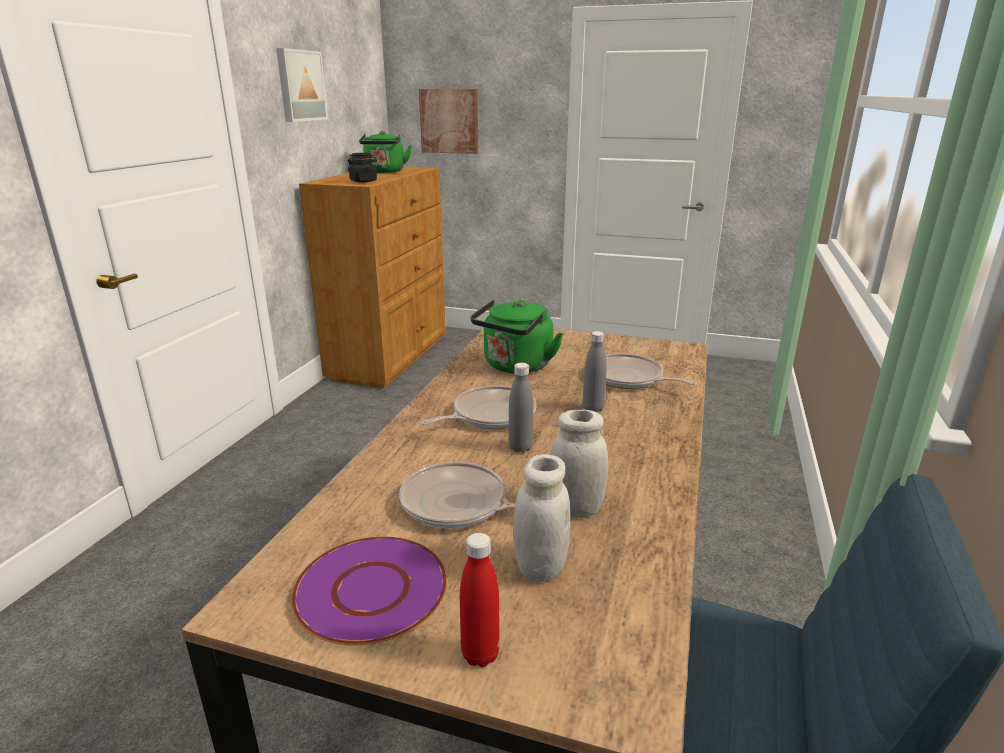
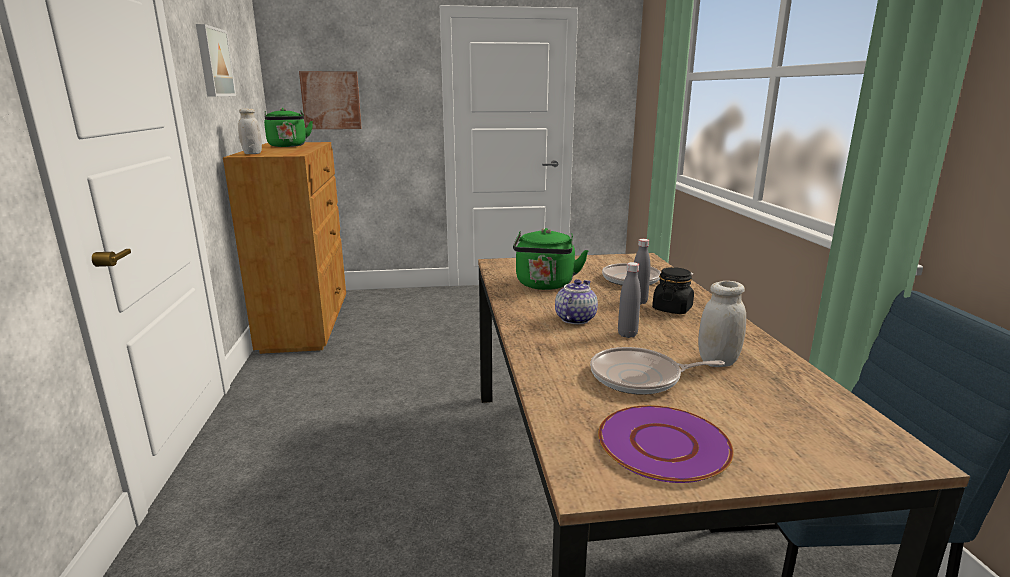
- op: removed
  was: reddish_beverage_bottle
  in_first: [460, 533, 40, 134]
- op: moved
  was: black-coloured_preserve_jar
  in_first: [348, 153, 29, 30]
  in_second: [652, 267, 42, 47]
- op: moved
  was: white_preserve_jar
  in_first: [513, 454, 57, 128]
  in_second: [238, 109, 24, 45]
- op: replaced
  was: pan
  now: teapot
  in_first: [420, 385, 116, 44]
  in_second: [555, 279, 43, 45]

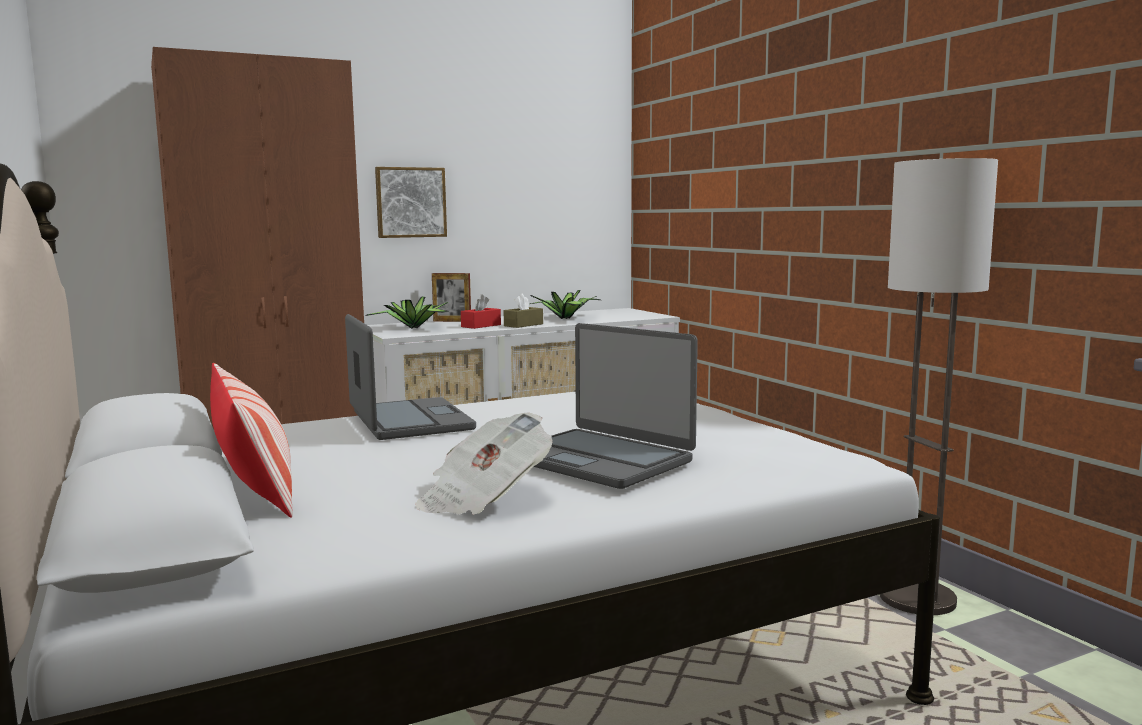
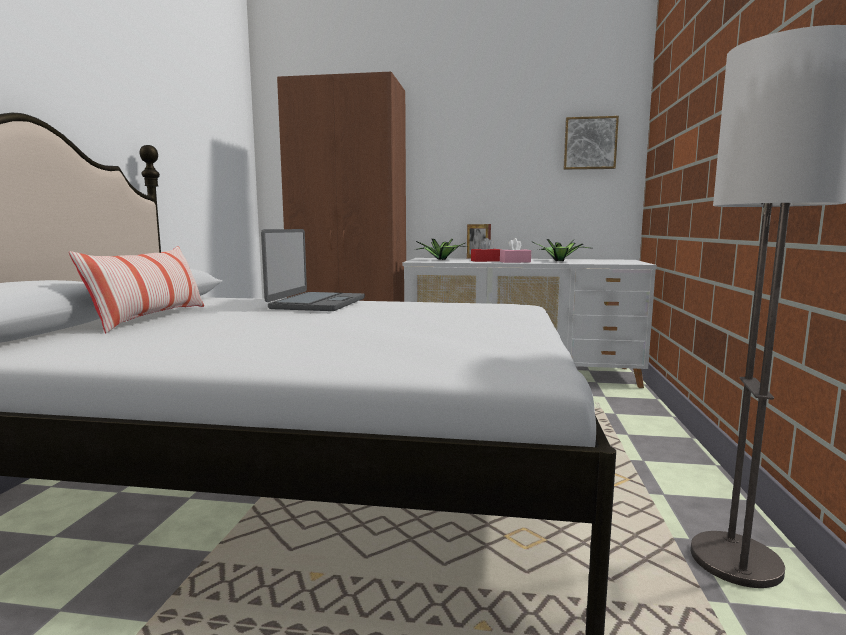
- op: removed
  was: newspaper
  in_first: [415, 413, 137, 102]
- op: removed
  was: portable_computer
  in_first: [534, 323, 164, 166]
- op: moved
  was: wall_picture
  in_first: [375, 167, 72, 71]
  in_second: [563, 116, 56, 54]
- op: recoloured
  was: brown-coloured_tissue_holder
  now: pinkish_tissue_holder
  in_first: [504, 294, 39, 34]
  in_second: [500, 238, 31, 25]

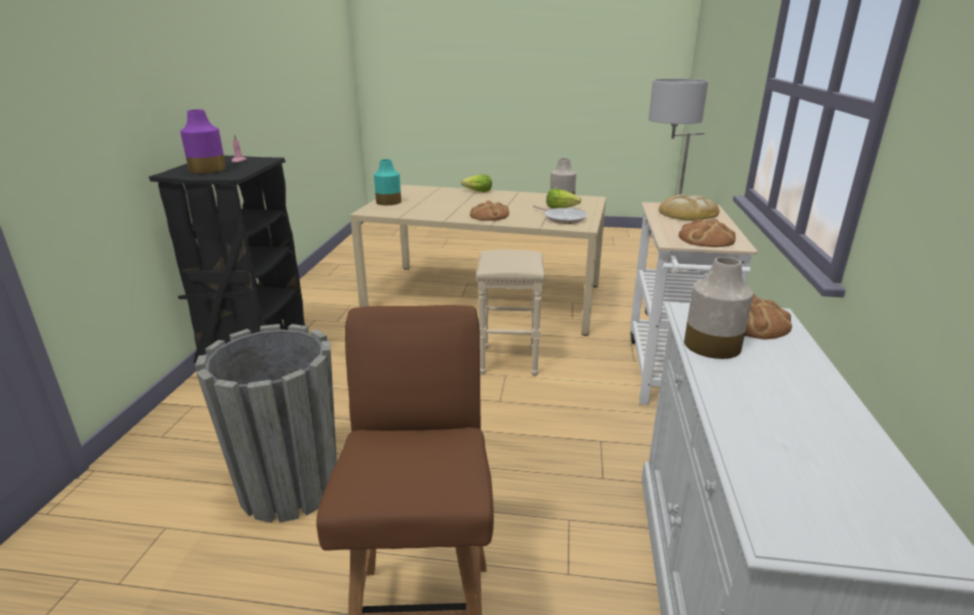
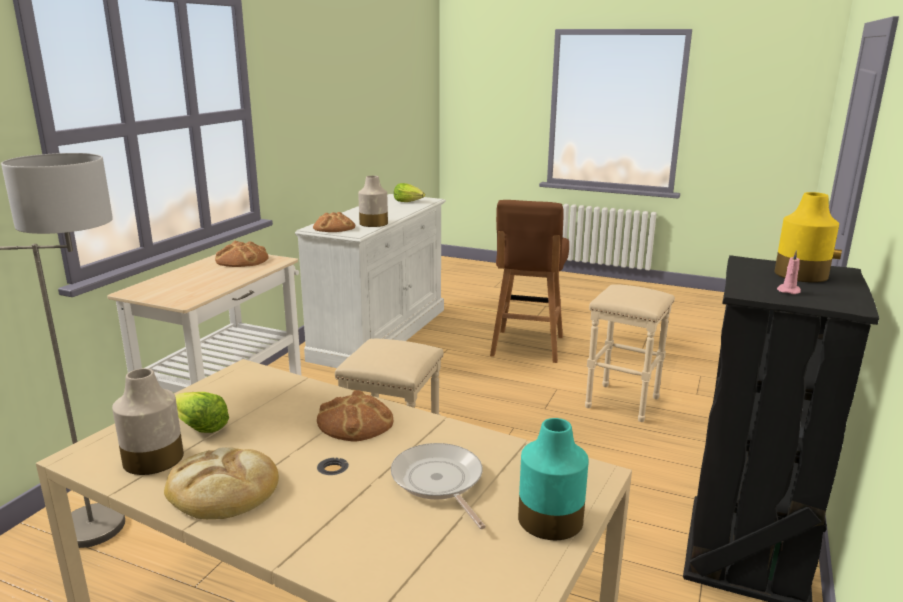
- op: moved
  was: lettuce
  in_first: [461, 174, 31, 18]
  in_second: [394, 183, 31, 19]
- op: moved
  was: pan
  in_first: [533, 206, 54, 18]
  in_second: [391, 443, 95, 86]
- op: moved
  was: baked_bread
  in_first: [659, 194, 60, 27]
  in_second: [164, 447, 115, 72]
- op: replaced
  was: greyish_plant_pot
  now: beige-coloured_stool_seat
  in_first: [195, 324, 142, 199]
  in_second: [585, 284, 90, 138]
- op: recoloured
  was: purple-coloured_vase
  now: yellow_vase
  in_first: [180, 109, 46, 65]
  in_second: [774, 192, 65, 91]

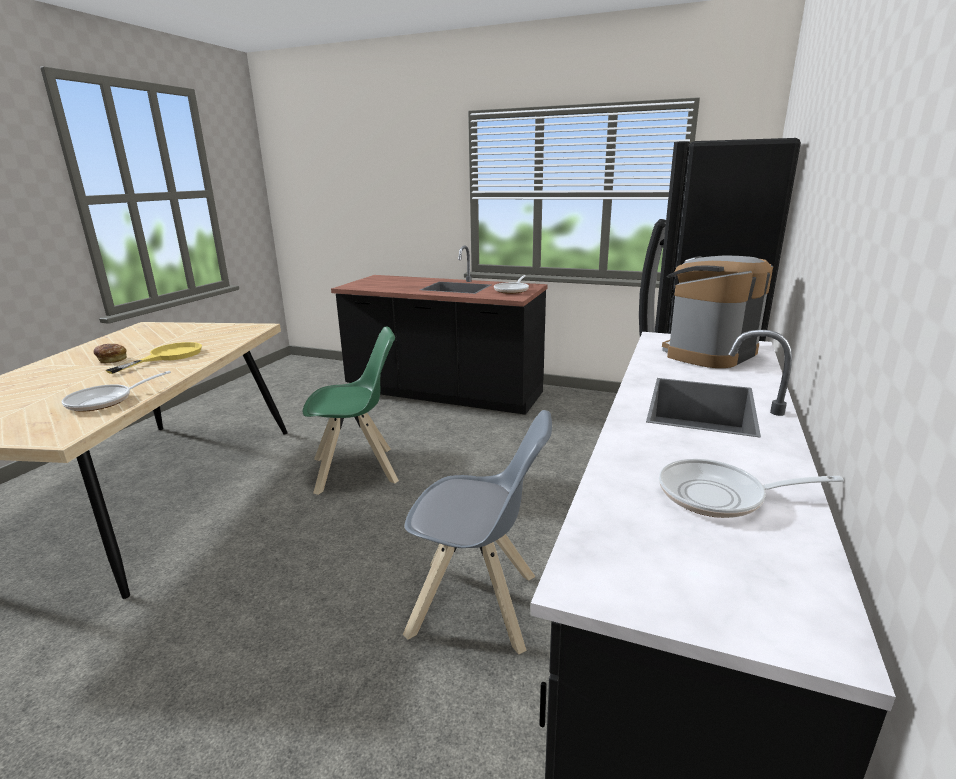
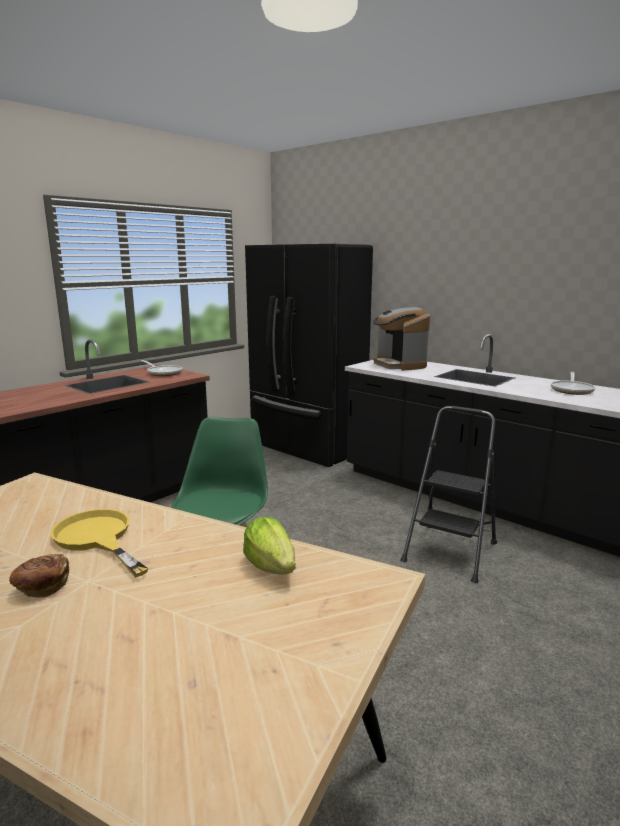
- op: replaced
  was: pan
  now: lettuce
  in_first: [62, 371, 109, 41]
  in_second: [243, 517, 52, 58]
- op: replaced
  was: greyish_chair
  now: black-coloured_step_ladder
  in_first: [403, 410, 149, 244]
  in_second: [400, 406, 97, 177]

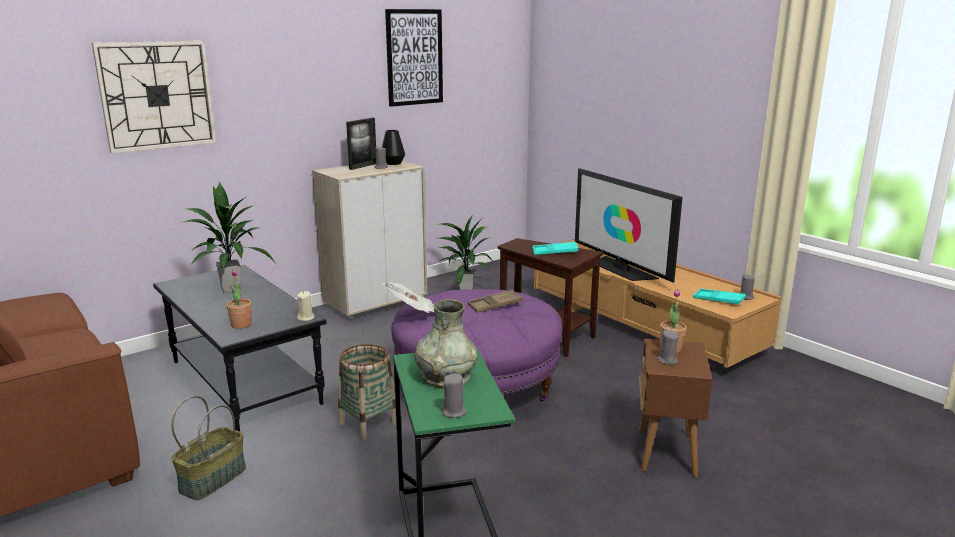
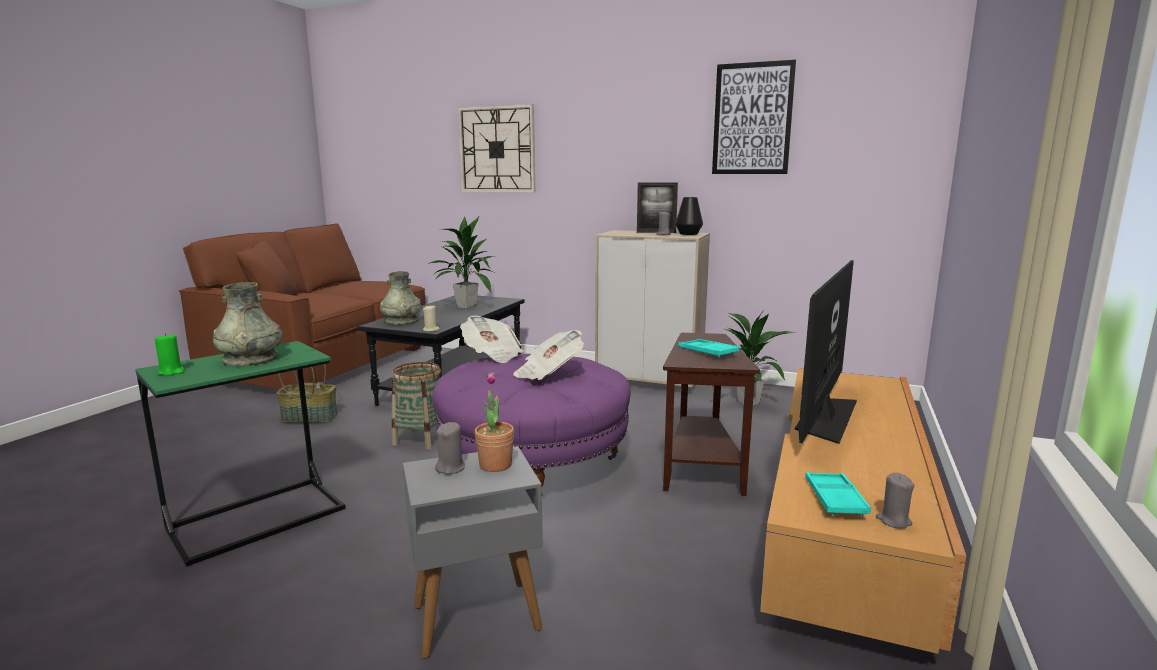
- op: replaced
  was: houseplant
  now: greyish_vase
  in_first: [227, 269, 24, 60]
  in_second: [380, 271, 42, 54]
- op: replaced
  was: brown-coloured_serving_tray
  now: newspaper
  in_first: [468, 290, 54, 22]
  in_second: [513, 330, 71, 50]
- op: recoloured
  was: greyish_candle
  now: greenish_candle
  in_first: [441, 374, 26, 44]
  in_second: [155, 333, 30, 43]
- op: recoloured
  was: brown-coloured_side_table
  now: greyish_side_table
  in_first: [639, 339, 73, 139]
  in_second: [403, 446, 140, 213]

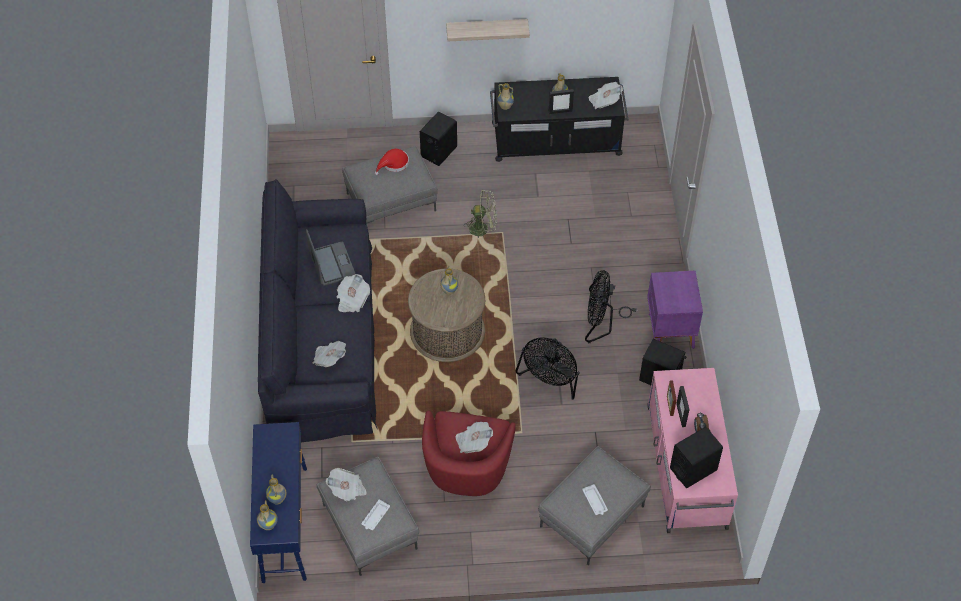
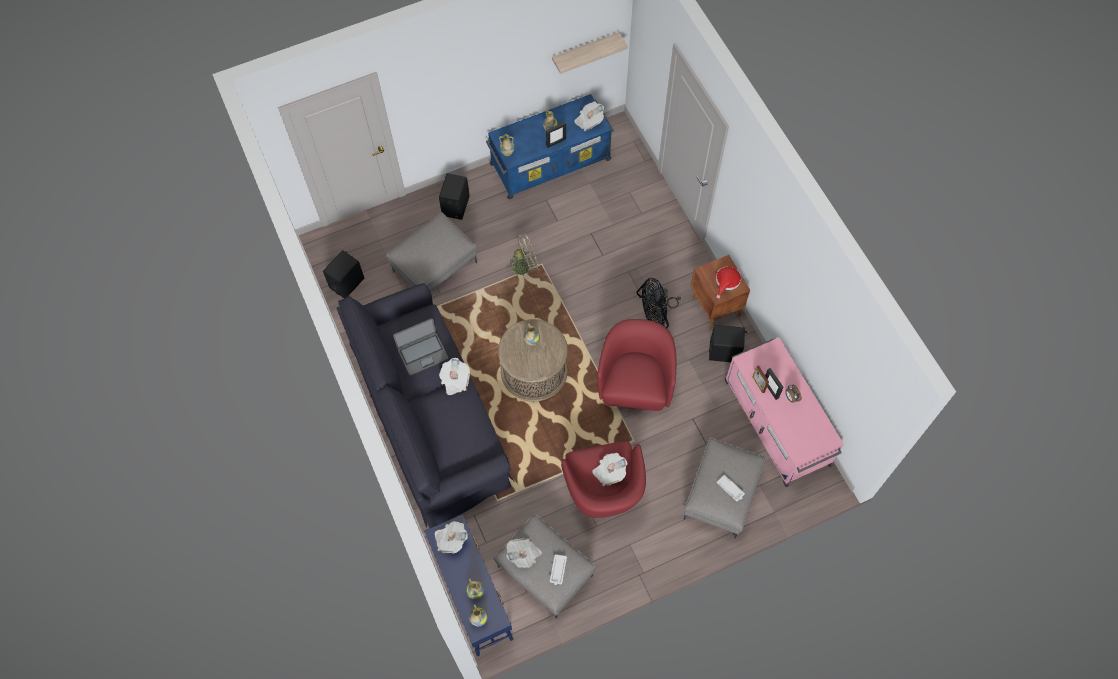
- op: moved
  was: newspaper
  in_first: [312, 341, 34, 26]
  in_second: [435, 521, 33, 33]
- op: moved
  was: reddish_hat
  in_first: [375, 149, 34, 26]
  in_second: [716, 266, 25, 32]
- op: moved
  was: bracket_shelf
  in_first: [446, 19, 84, 22]
  in_second: [552, 32, 76, 42]
- op: moved
  was: black-coloured_audio_speaker
  in_first: [670, 427, 53, 61]
  in_second: [323, 250, 42, 48]
- op: replaced
  was: black-coloured_fan
  now: reddish_lounge_chair
  in_first: [516, 338, 64, 62]
  in_second: [597, 319, 79, 92]
- op: recoloured
  was: black-coloured_cupboard
  now: bluish_cupboard
  in_first: [490, 77, 138, 85]
  in_second: [486, 94, 128, 105]
- op: recoloured
  was: purple-coloured_bedside_table
  now: brown-coloured_bedside_table
  in_first: [647, 271, 56, 78]
  in_second: [691, 255, 59, 74]
- op: turned
  was: portable_computer
  in_first: [306, 229, 49, 57]
  in_second: [393, 318, 55, 57]
  clockwise: 105

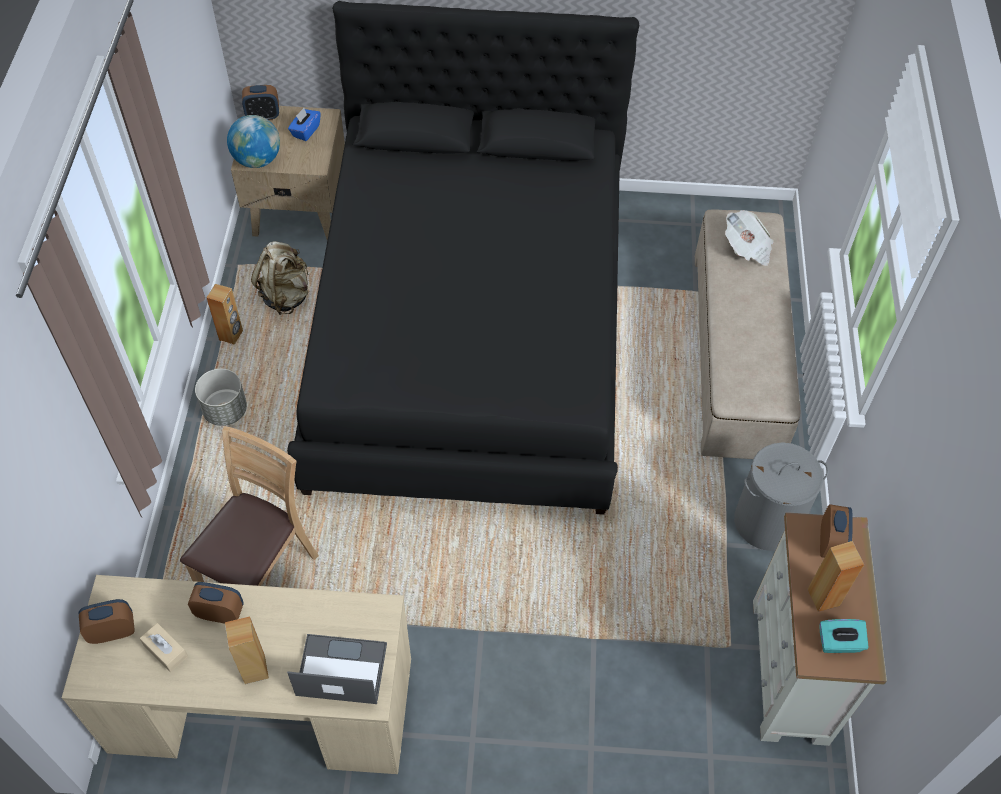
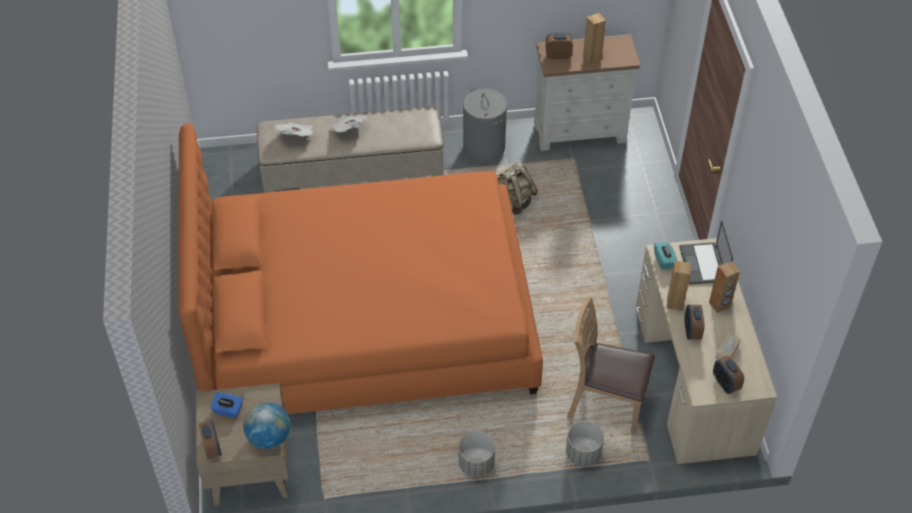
- op: added
  now: newspaper
  in_second: [330, 115, 37, 17]
- op: added
  now: greyish_plant_pot
  in_second: [566, 421, 38, 46]
- op: moved
  was: brown-coloured_audio_speaker
  in_first: [206, 284, 37, 61]
  in_second: [667, 261, 24, 49]
- op: moved
  was: beige-coloured_knapsack
  in_first: [251, 241, 58, 74]
  in_second: [496, 162, 42, 53]
- op: moved
  was: turquoise_tissue_holder
  in_first: [820, 619, 49, 34]
  in_second: [654, 243, 23, 27]
- op: recoloured
  was: black-coloured_bed
  now: orangey_bed
  in_first: [287, 1, 352, 514]
  in_second: [178, 123, 365, 291]

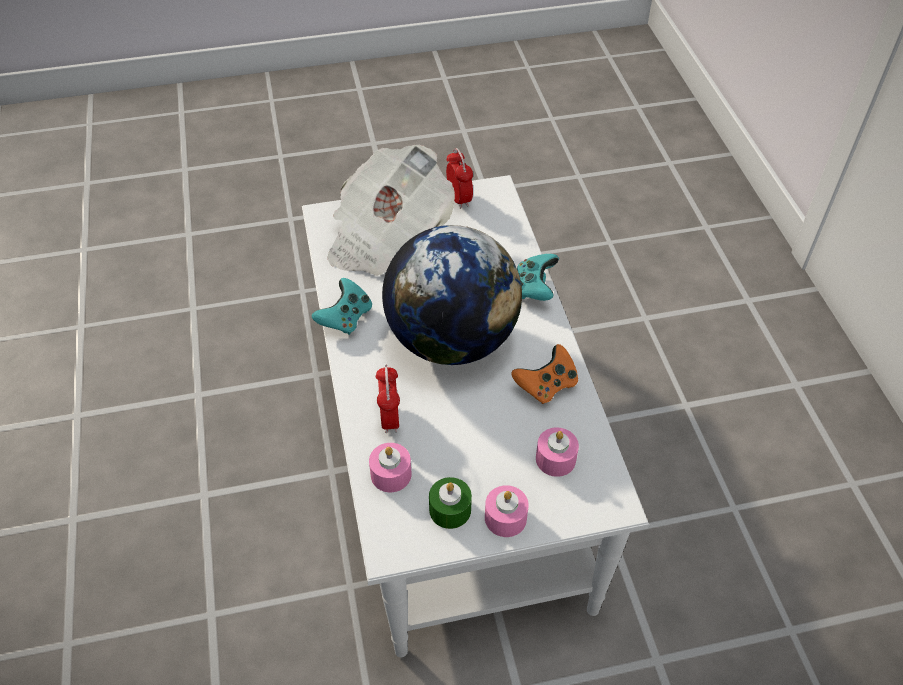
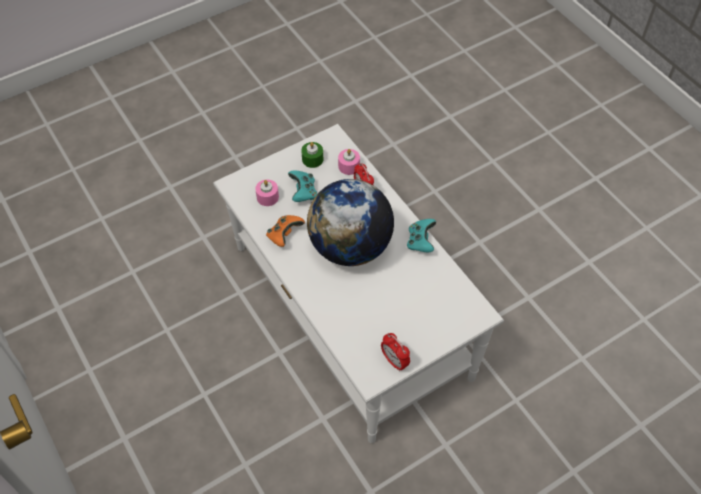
- op: removed
  was: newspaper
  in_first: [327, 145, 128, 131]
- op: removed
  was: pinkish_candle
  in_first: [485, 485, 44, 52]
- op: moved
  was: turquoise_gamepad
  in_first: [517, 254, 42, 47]
  in_second: [288, 171, 29, 31]

